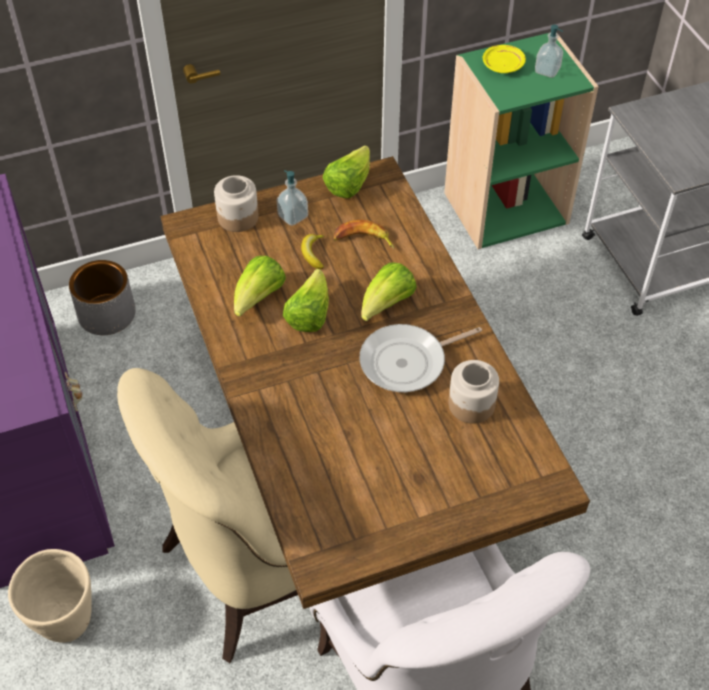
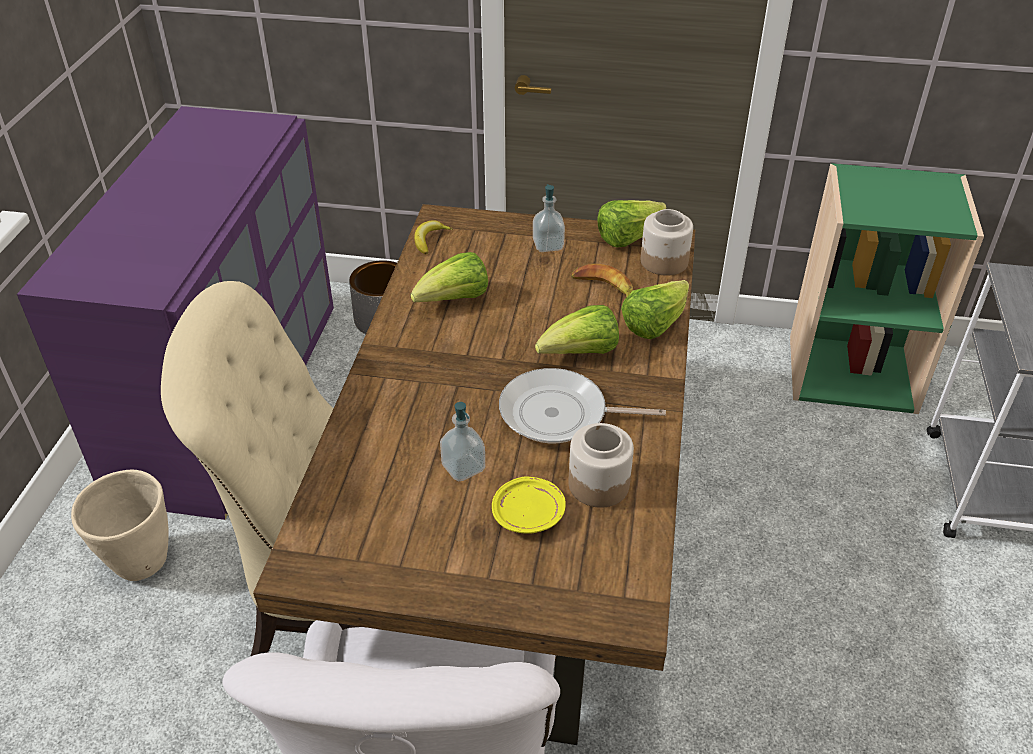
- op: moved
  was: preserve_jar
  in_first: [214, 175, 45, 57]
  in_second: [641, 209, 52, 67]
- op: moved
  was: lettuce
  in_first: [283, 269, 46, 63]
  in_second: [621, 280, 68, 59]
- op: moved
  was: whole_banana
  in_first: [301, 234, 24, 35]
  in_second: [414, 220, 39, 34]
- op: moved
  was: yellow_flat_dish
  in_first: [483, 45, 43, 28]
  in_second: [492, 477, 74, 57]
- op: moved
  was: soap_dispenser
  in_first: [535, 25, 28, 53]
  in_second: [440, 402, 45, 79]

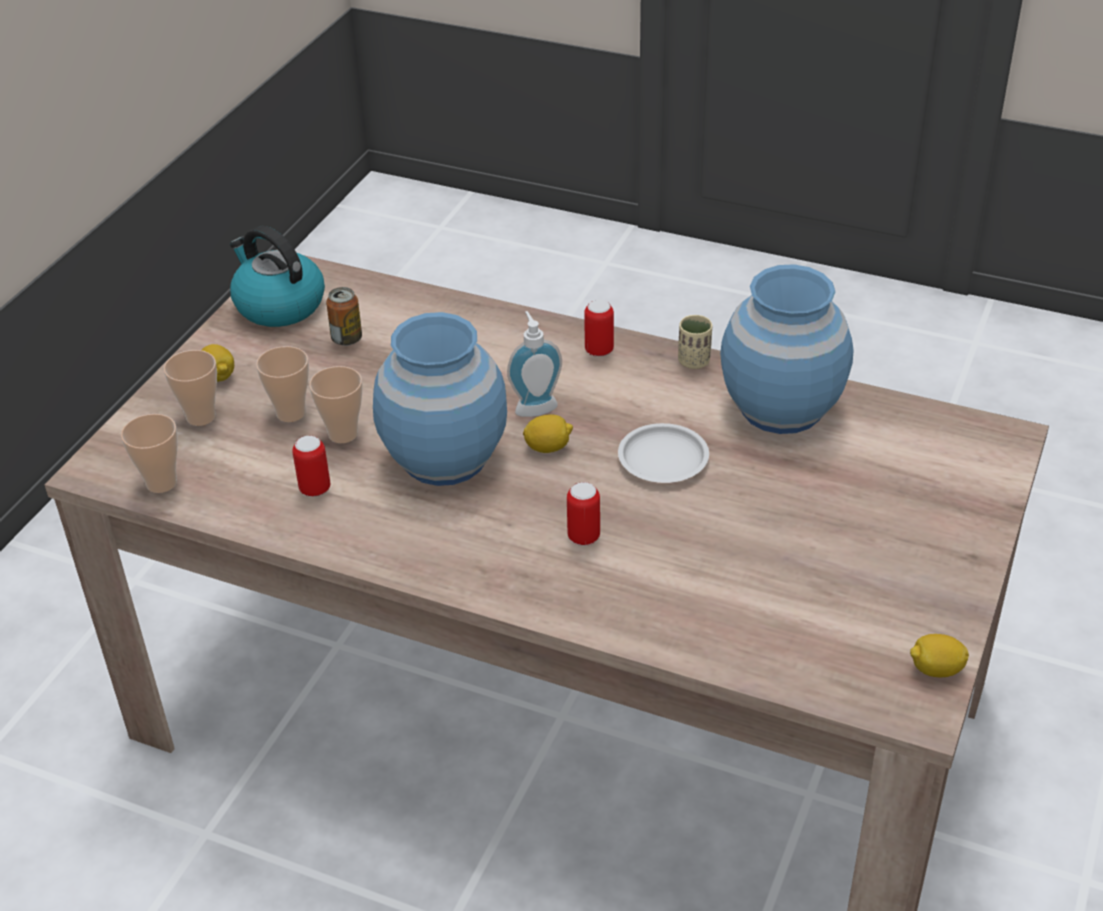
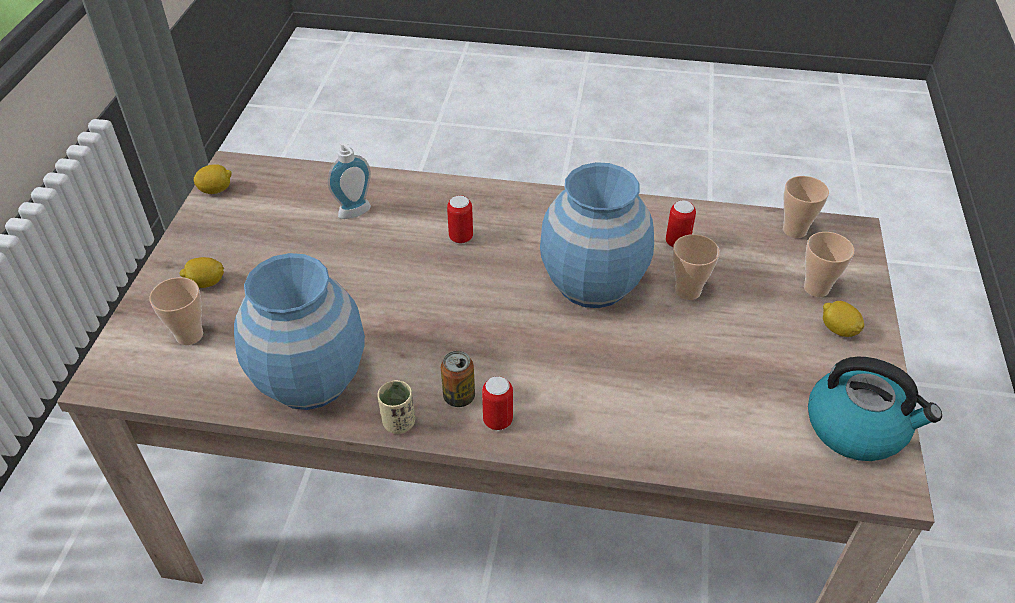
- op: removed
  was: white_flat_dish
  in_first: [618, 423, 91, 60]
- op: moved
  was: drinking_cup
  in_first: [256, 346, 53, 76]
  in_second: [149, 277, 54, 68]
- op: moved
  was: can
  in_first: [326, 287, 36, 59]
  in_second: [441, 351, 34, 56]
- op: moved
  was: soap_dispenser
  in_first: [507, 311, 55, 106]
  in_second: [328, 140, 43, 79]
- op: moved
  was: citrus_fruit
  in_first: [523, 414, 50, 39]
  in_second: [180, 257, 44, 31]

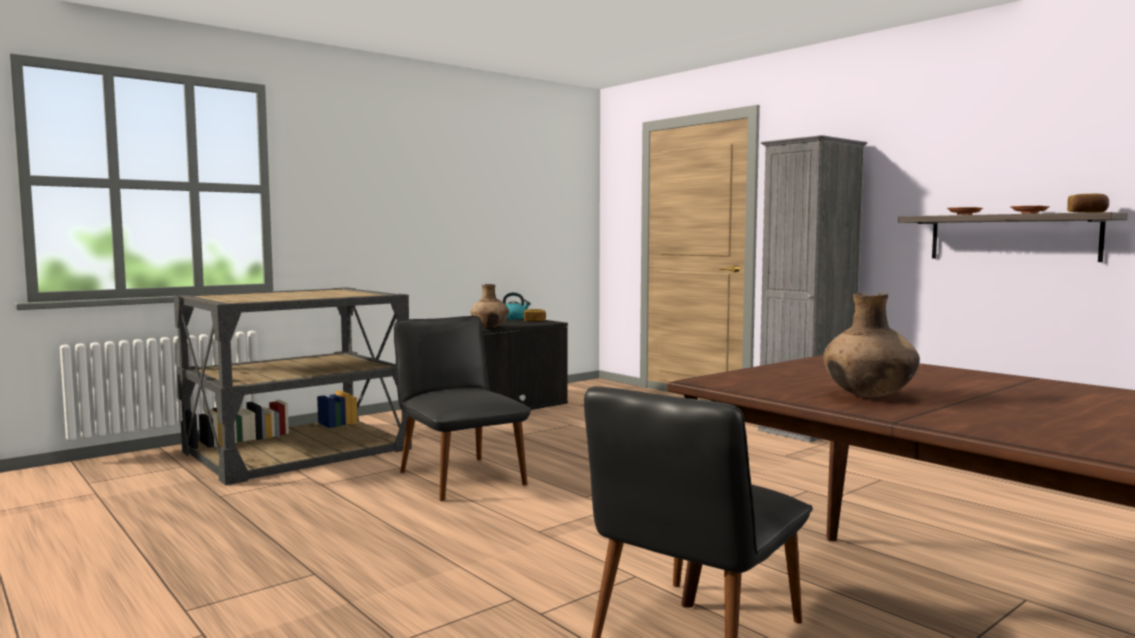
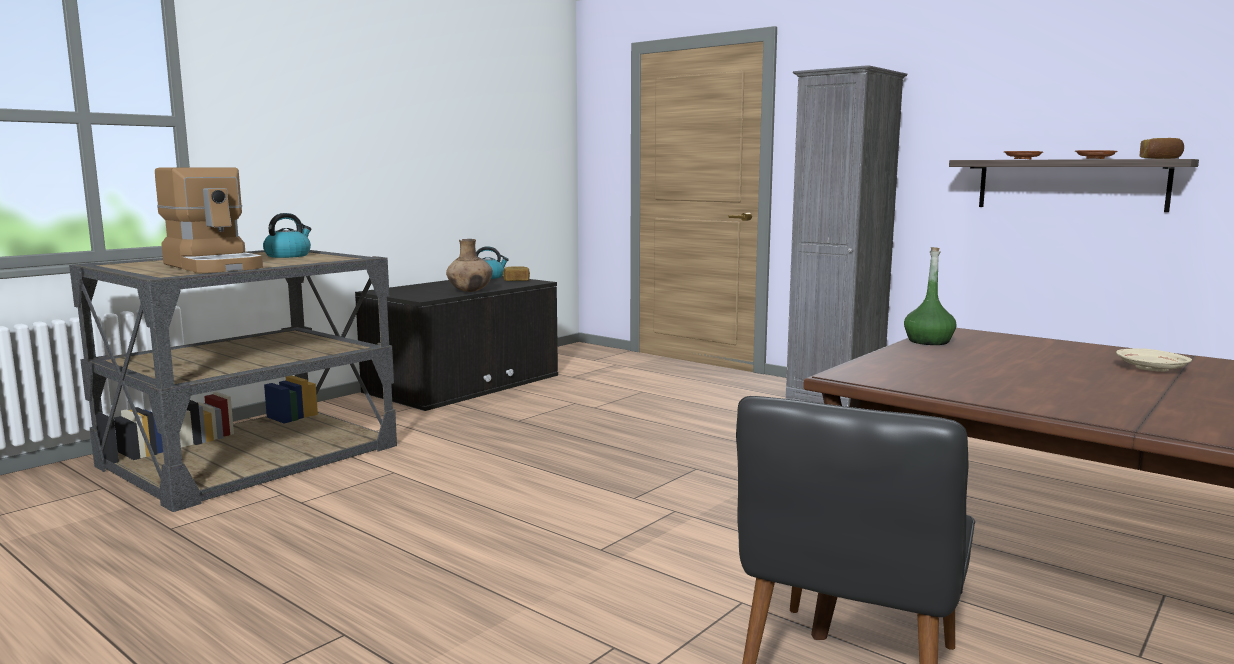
- op: removed
  was: black-coloured_chair
  in_first: [394, 316, 138, 185]
- op: removed
  was: brown-coloured_vase
  in_first: [823, 293, 97, 104]
- op: added
  now: coffee_machine
  in_second: [155, 167, 108, 106]
- op: added
  now: tea_kettle
  in_second: [263, 213, 48, 45]
- op: added
  now: greenish_beverage_bottle
  in_second: [904, 247, 52, 98]
- op: added
  now: beige-coloured_flat_dish
  in_second: [1116, 348, 76, 24]

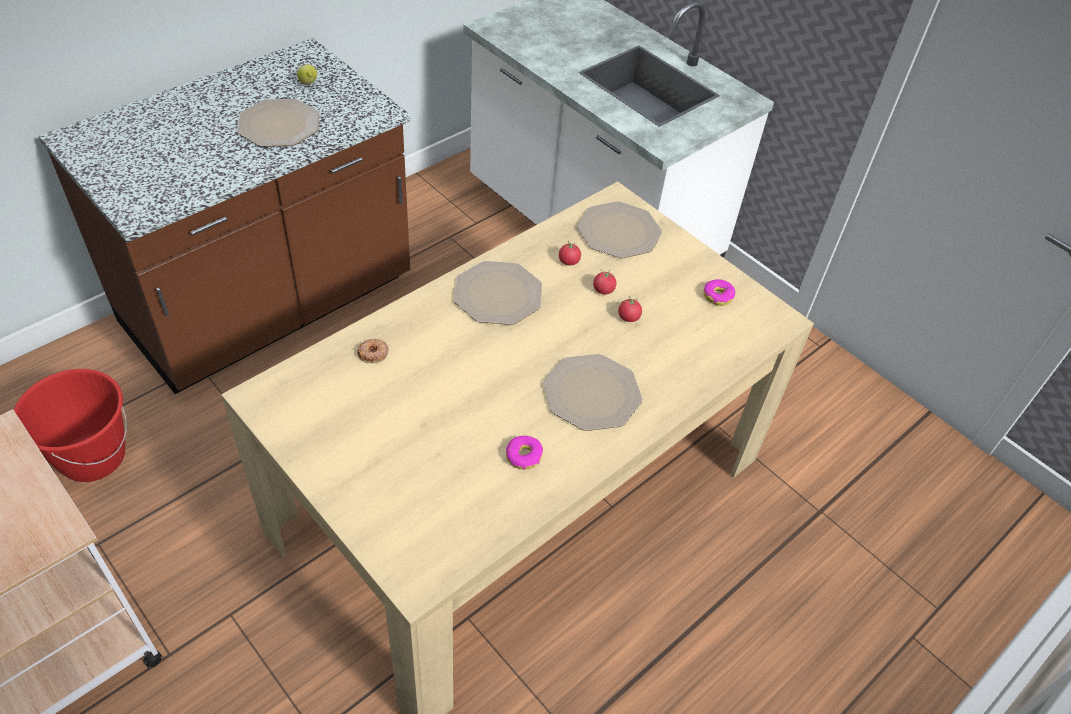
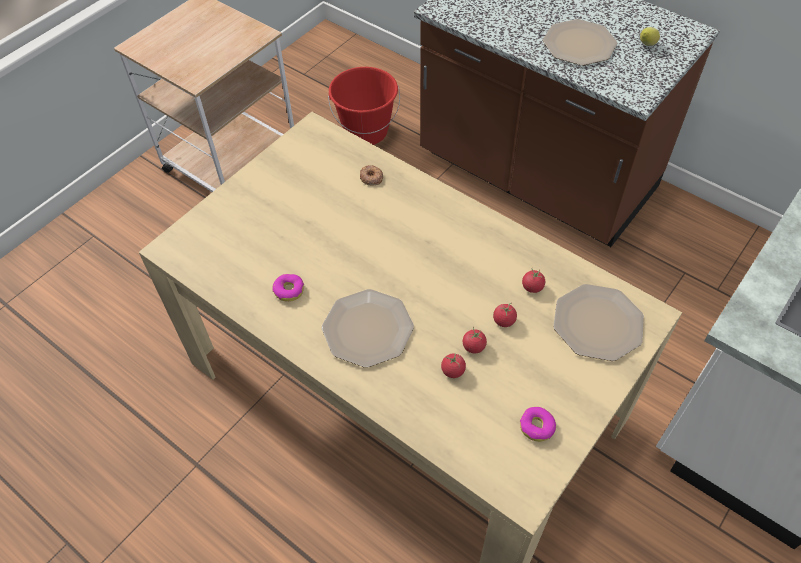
- op: removed
  was: flat_dish
  in_first: [454, 261, 88, 64]
- op: added
  now: fresh_tomato
  in_second: [441, 353, 25, 25]

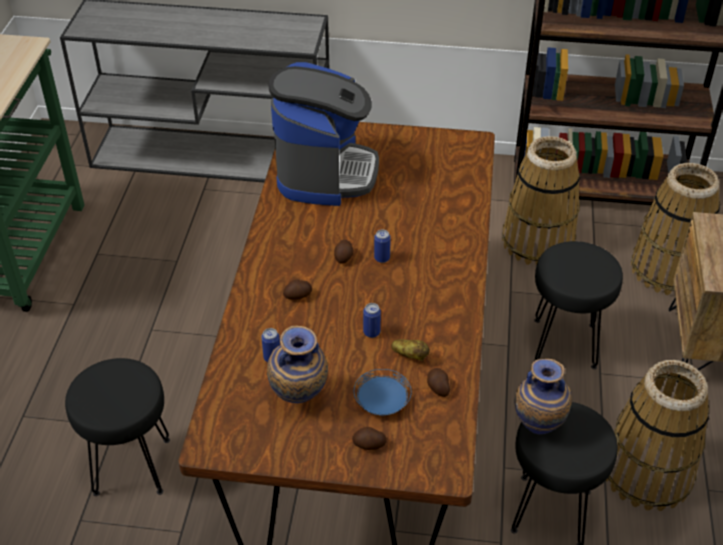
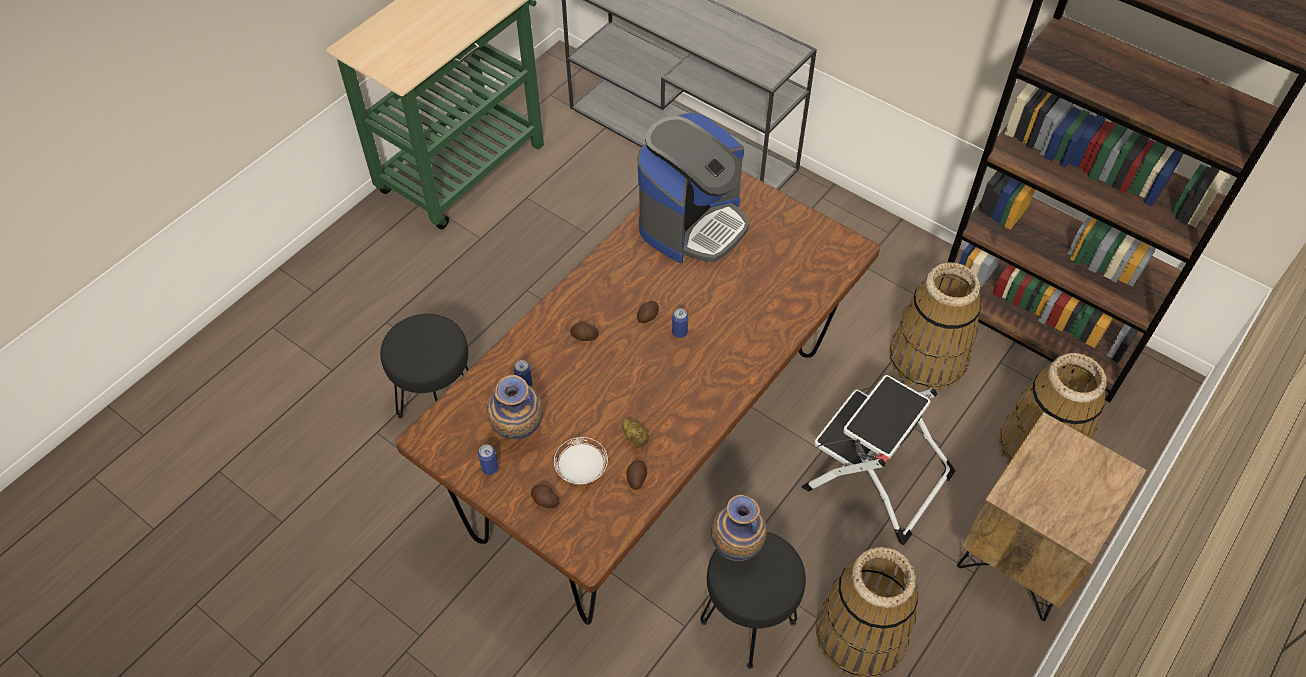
- op: moved
  was: can
  in_first: [363, 303, 18, 35]
  in_second: [478, 445, 21, 30]
- op: replaced
  was: black-coloured_stool_seat
  now: step_ladder
  in_first: [534, 241, 89, 128]
  in_second: [801, 375, 154, 170]
- op: recoloured
  was: bluish_flat_dish
  now: white_flat_dish
  in_first: [354, 369, 58, 46]
  in_second: [554, 437, 54, 47]

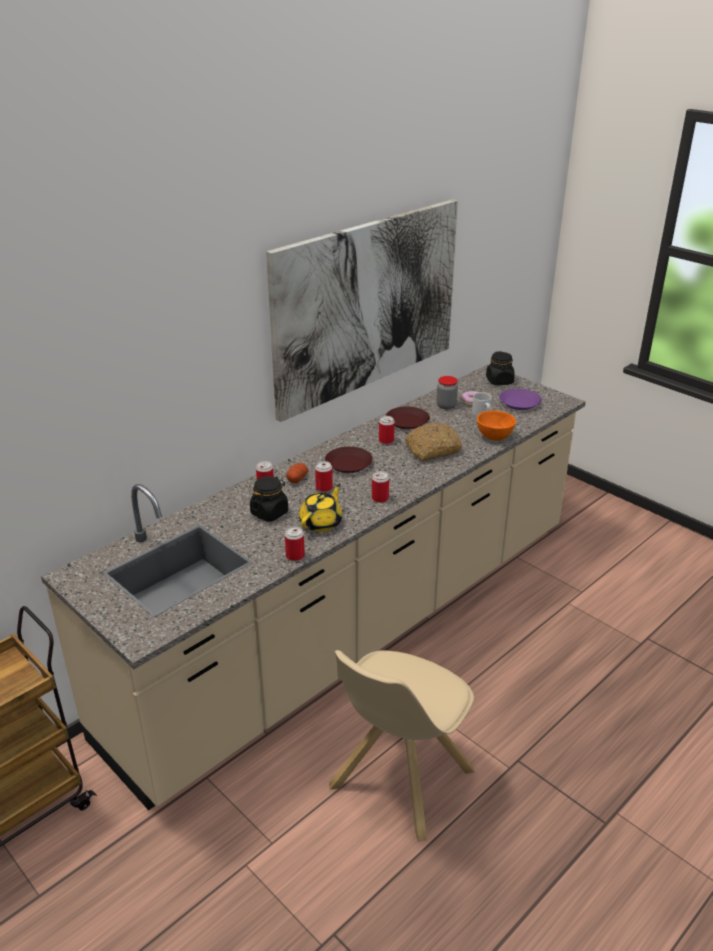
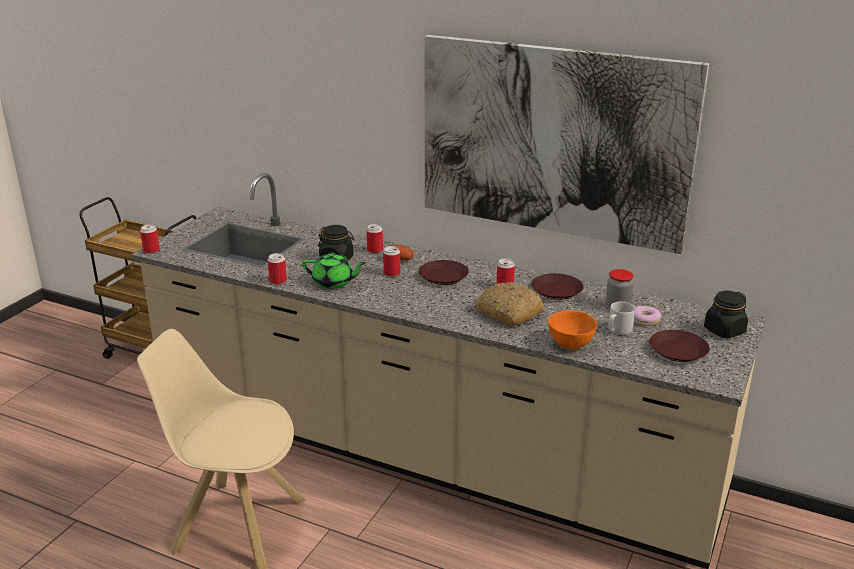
- op: moved
  was: can
  in_first: [372, 471, 17, 32]
  in_second: [140, 224, 20, 30]
- op: recoloured
  was: yellow_teapot
  now: greenish_teapot
  in_first: [299, 484, 43, 48]
  in_second: [302, 253, 64, 36]
- op: recoloured
  was: purple-coloured_flat_dish
  now: brown-coloured_flat_dish
  in_first: [499, 389, 43, 21]
  in_second: [650, 330, 60, 32]

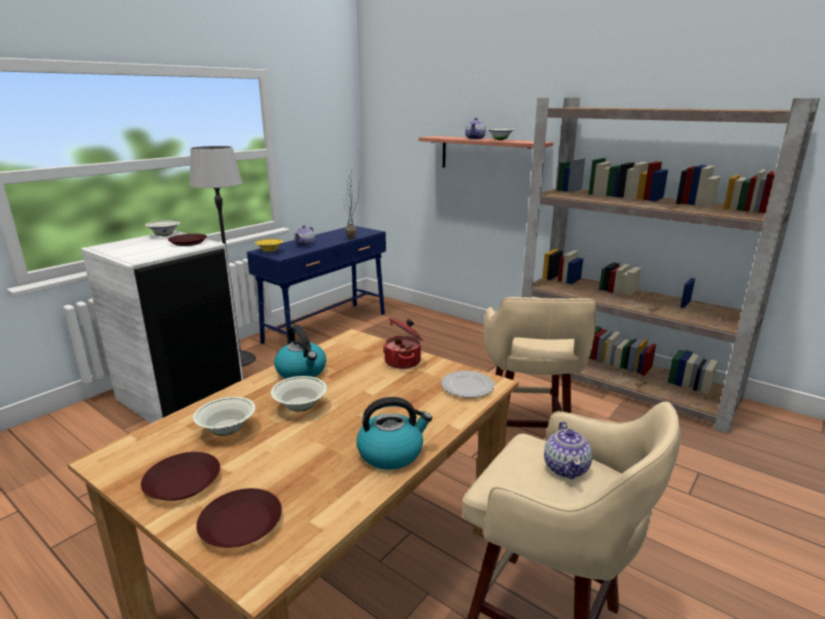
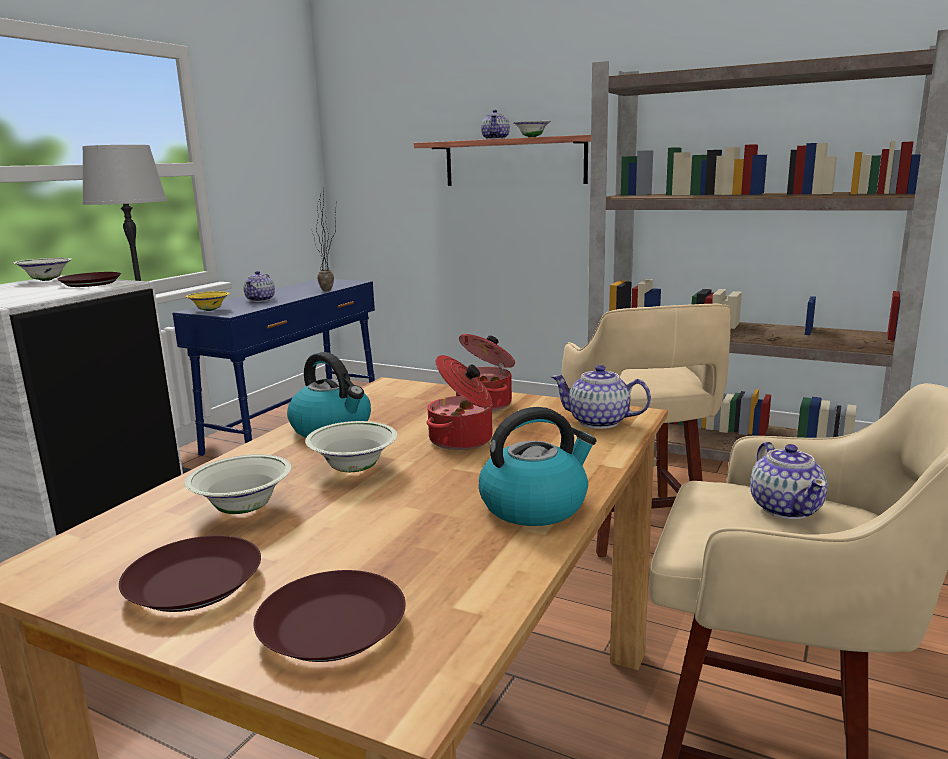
- op: added
  now: cooking_pot
  in_second: [427, 355, 65, 95]
- op: replaced
  was: flat_dish
  now: teapot
  in_first: [441, 371, 54, 27]
  in_second: [551, 365, 100, 64]

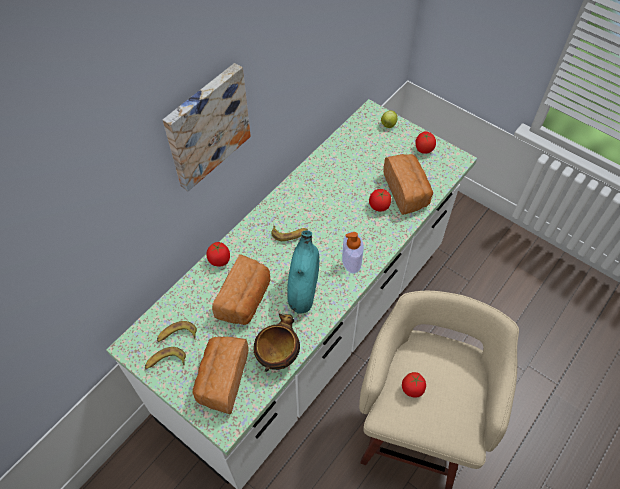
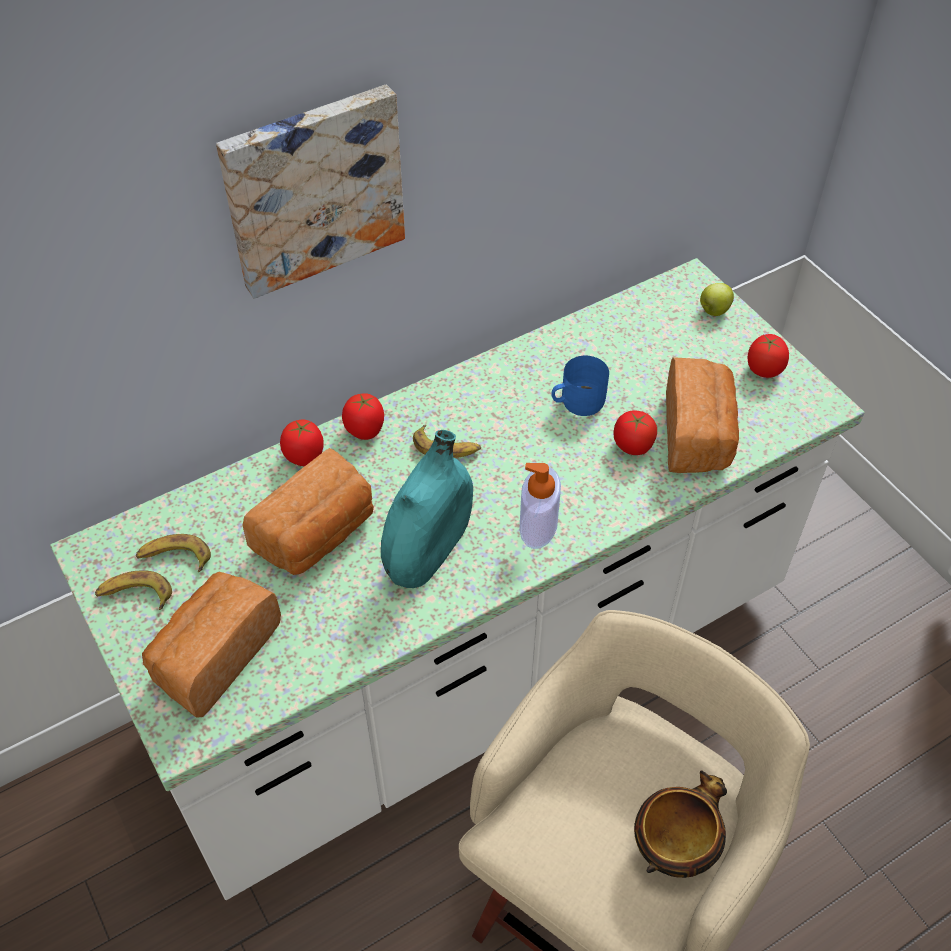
- op: added
  now: bluish_tea_mug
  in_second: [551, 356, 58, 60]
- op: moved
  was: serving_bowl
  in_first: [253, 314, 47, 58]
  in_second: [634, 771, 93, 107]
- op: moved
  was: fresh_tomato
  in_first: [402, 372, 24, 25]
  in_second: [342, 393, 42, 47]

